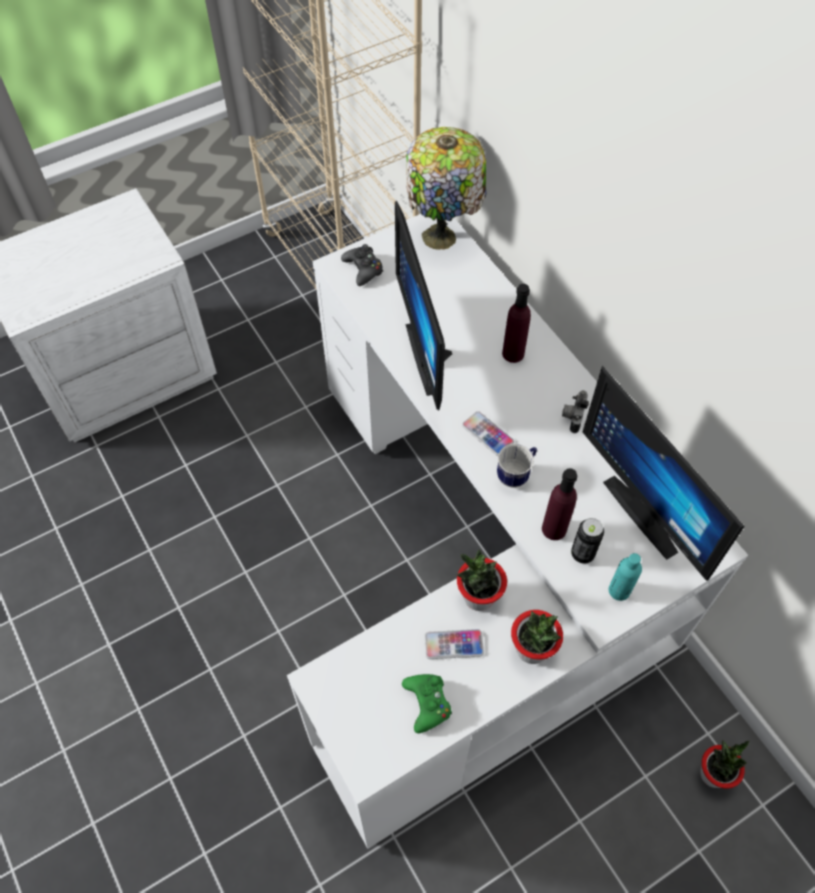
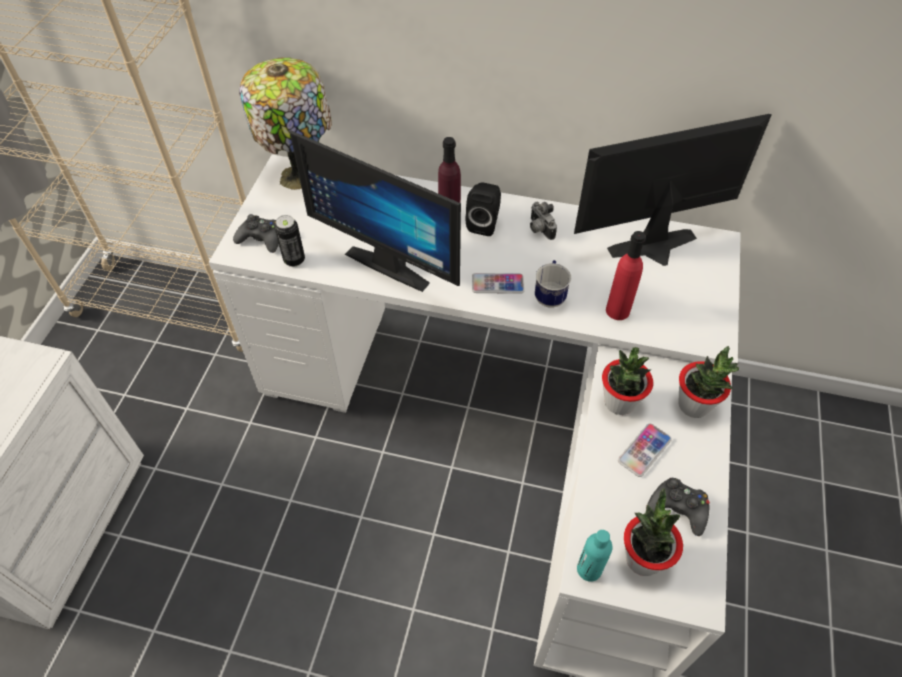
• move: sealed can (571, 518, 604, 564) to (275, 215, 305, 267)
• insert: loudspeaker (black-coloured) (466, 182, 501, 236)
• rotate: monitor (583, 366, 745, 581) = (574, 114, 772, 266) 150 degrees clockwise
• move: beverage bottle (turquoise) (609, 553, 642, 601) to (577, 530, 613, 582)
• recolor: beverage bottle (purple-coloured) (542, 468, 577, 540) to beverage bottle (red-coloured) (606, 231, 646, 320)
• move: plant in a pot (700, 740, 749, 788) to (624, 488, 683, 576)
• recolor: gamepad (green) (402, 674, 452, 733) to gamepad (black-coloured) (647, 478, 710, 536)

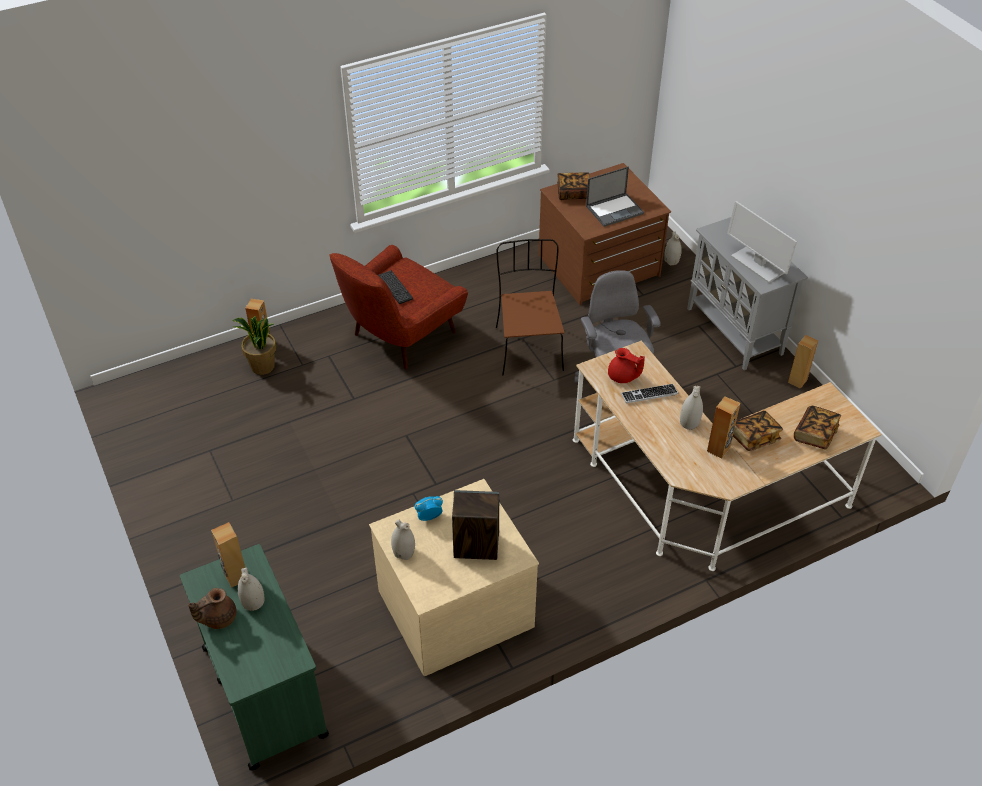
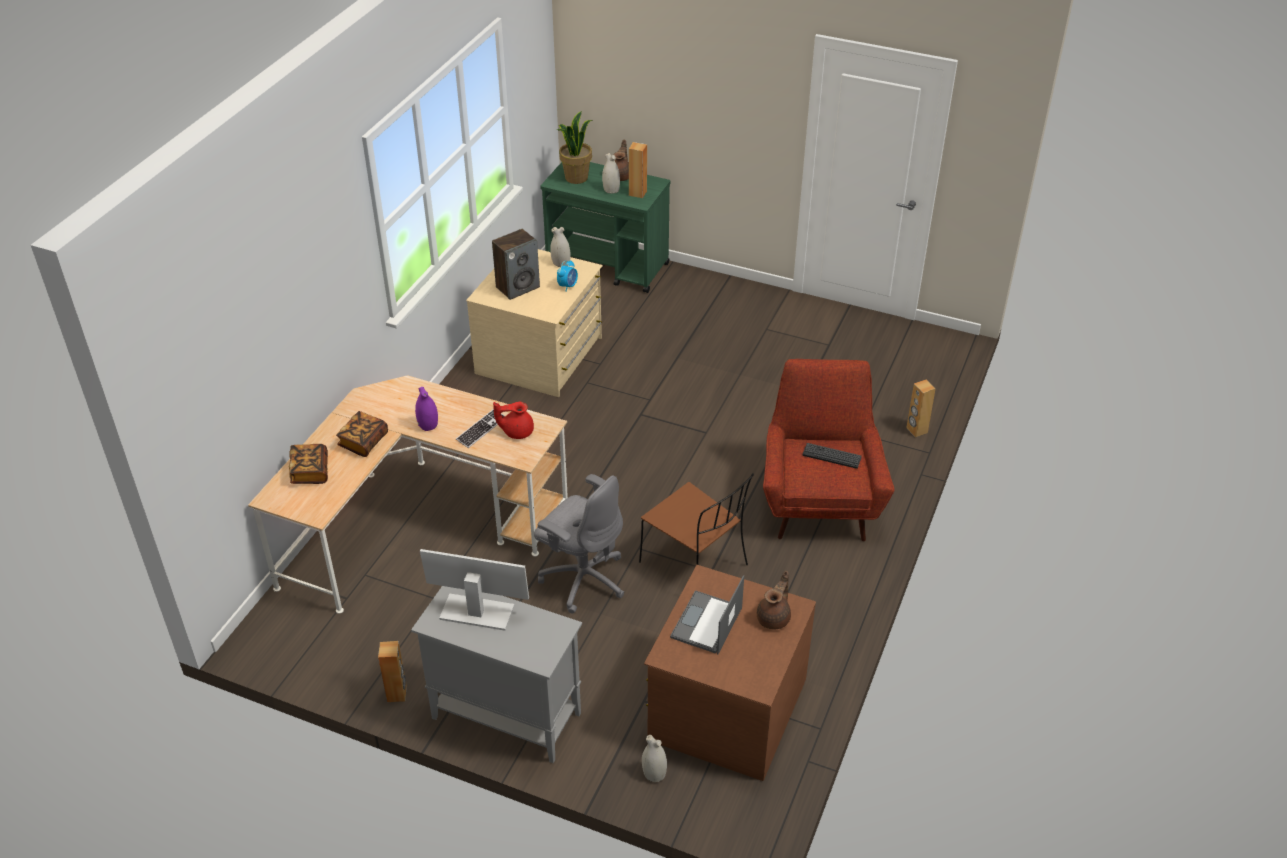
• recolor: flower vase (white-coloured) (680, 386, 703, 430) to flower vase (purple-coloured) (415, 387, 438, 431)
• move: plant in a pot (232, 316, 276, 375) to (557, 111, 593, 184)
• replace: book (557, 172, 590, 200) to pot for tea (brown-coloured) (757, 571, 791, 629)
• delete: loudspeaker (brown-coloured) (707, 396, 740, 459)

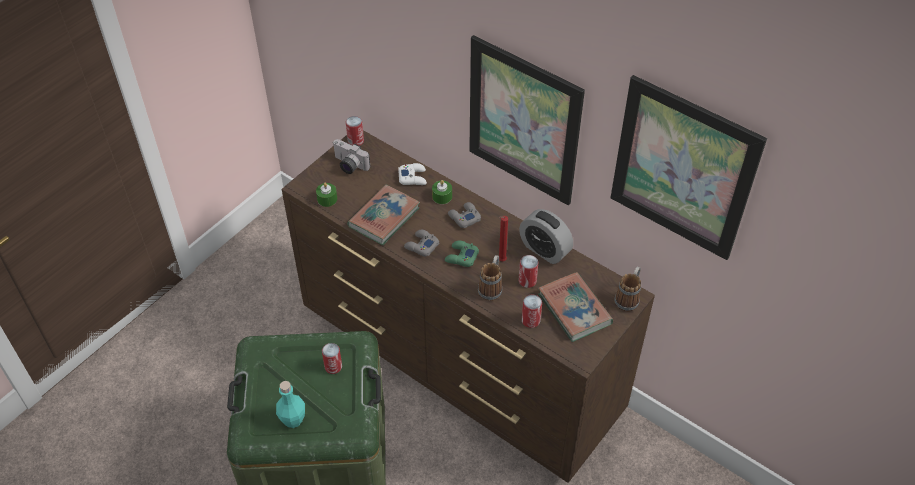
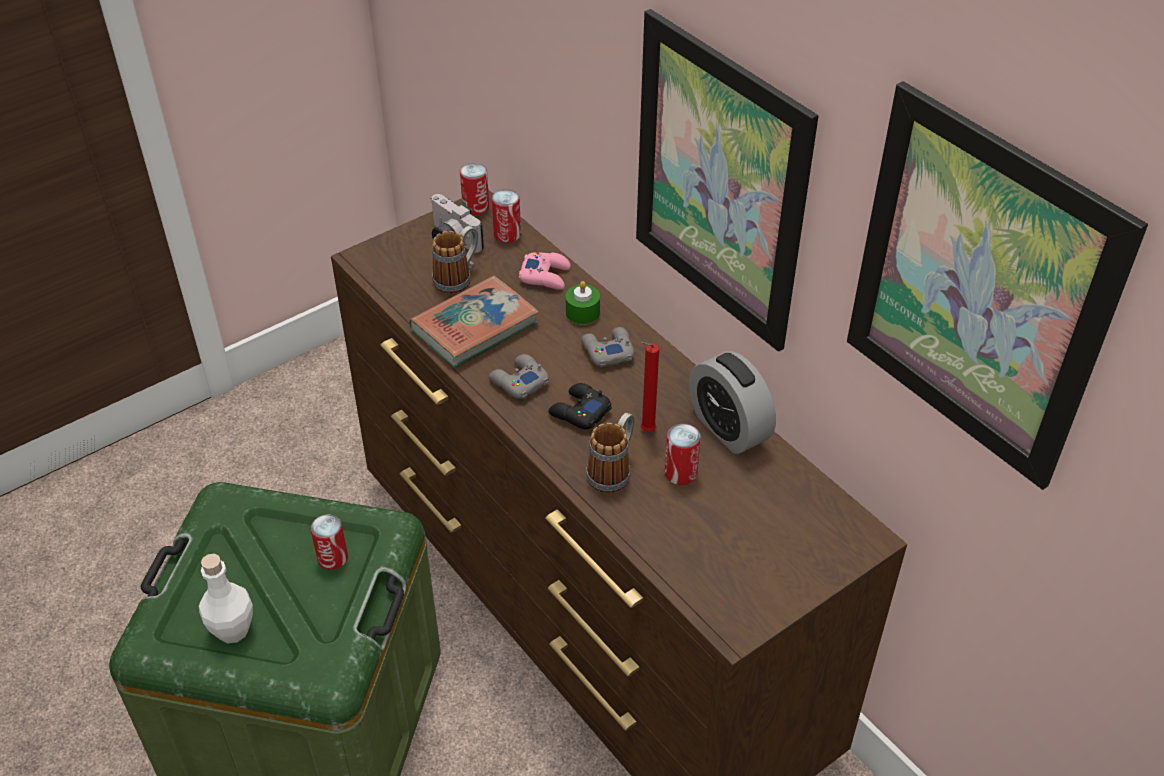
• recolor: beverage bottle (turquoise) (276, 381, 305, 428) to beverage bottle (white-coloured) (199, 554, 253, 644)
• move: mug (615, 266, 641, 312) to (432, 226, 478, 294)
• move: sealed can (522, 294, 542, 328) to (492, 189, 521, 243)
• recolor: gamepad (white-coloured) (398, 163, 427, 185) to gamepad (pink-coloured) (519, 252, 571, 290)
• recolor: gamepad (green) (445, 241, 479, 267) to gamepad (black-coloured) (548, 383, 612, 429)
• delete: candle (green) (316, 183, 337, 207)
• delete: book (538, 272, 613, 342)

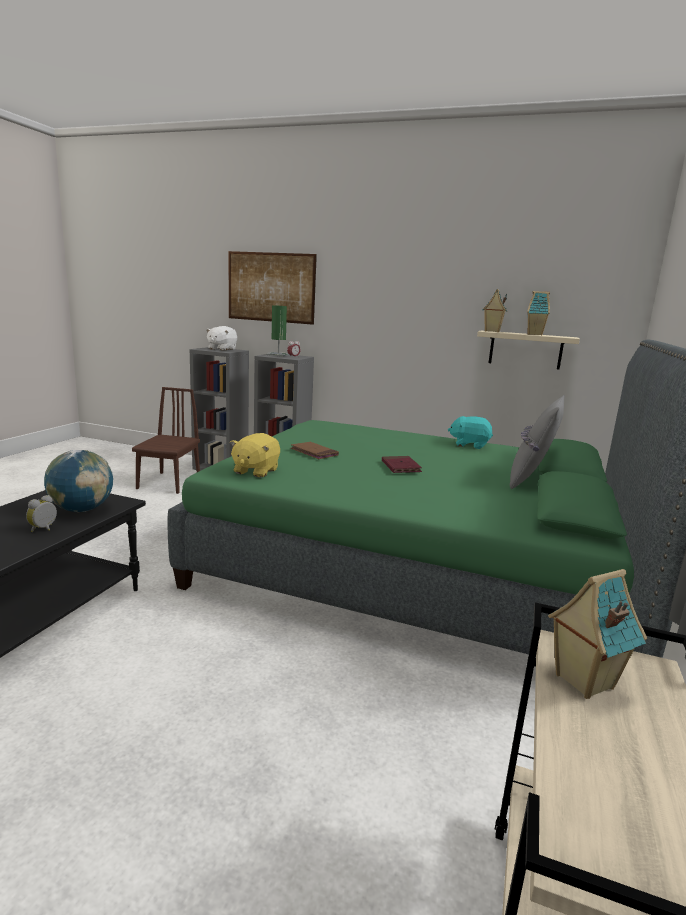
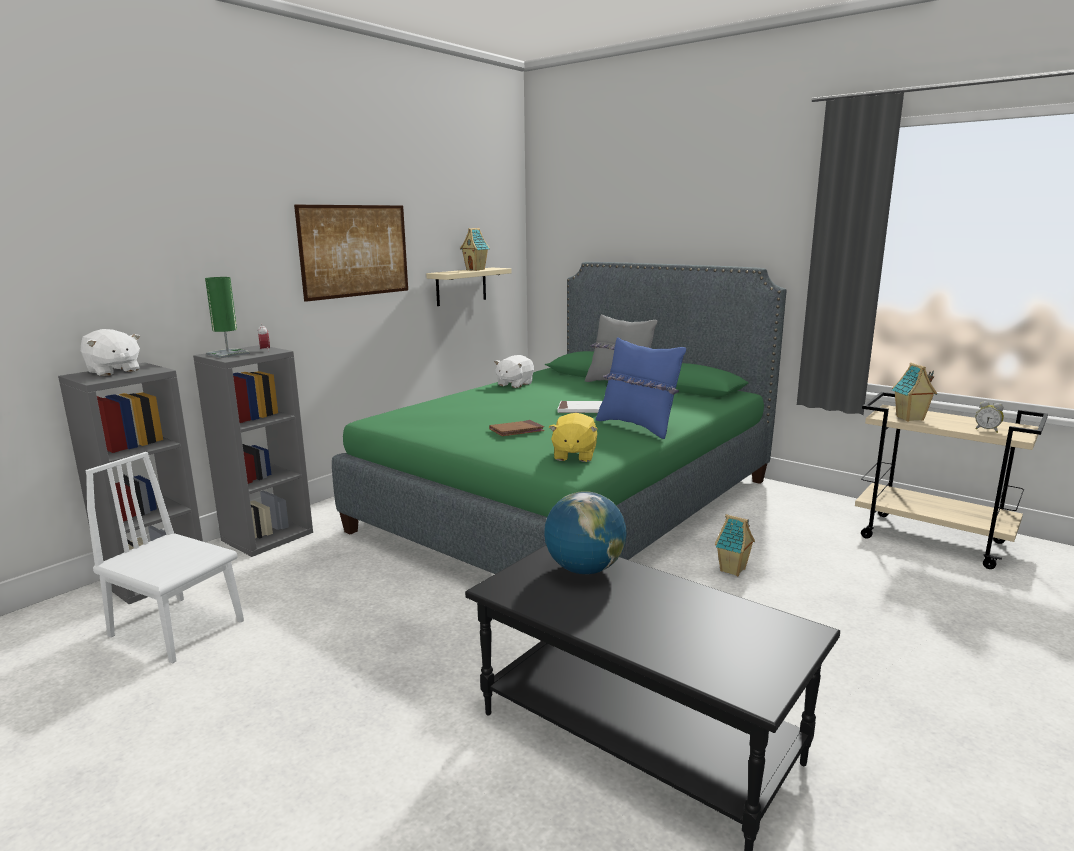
• recolor: chair (brown-coloured) (132, 387, 200, 494) to chair (white-coloured) (86, 452, 244, 664)
• move: wall picture (229, 251, 317, 325) to (294, 205, 408, 302)
• recolor: plush toy (turquoise) (448, 416, 493, 449) to plush toy (white-coloured) (495, 355, 534, 388)
• rotate: plush toy (yellowish) (230, 433, 280, 478) = (549, 413, 598, 462) 60 degrees clockwise
• recolor: book (red-coloured) (382, 456, 422, 473) to book (white-coloured) (557, 401, 602, 413)
• insert: pillow (blue) (596, 337, 686, 439)
• move: toy house (483, 289, 508, 332) to (715, 514, 755, 576)
• move: alarm clock (26, 495, 57, 532) to (975, 401, 1004, 433)

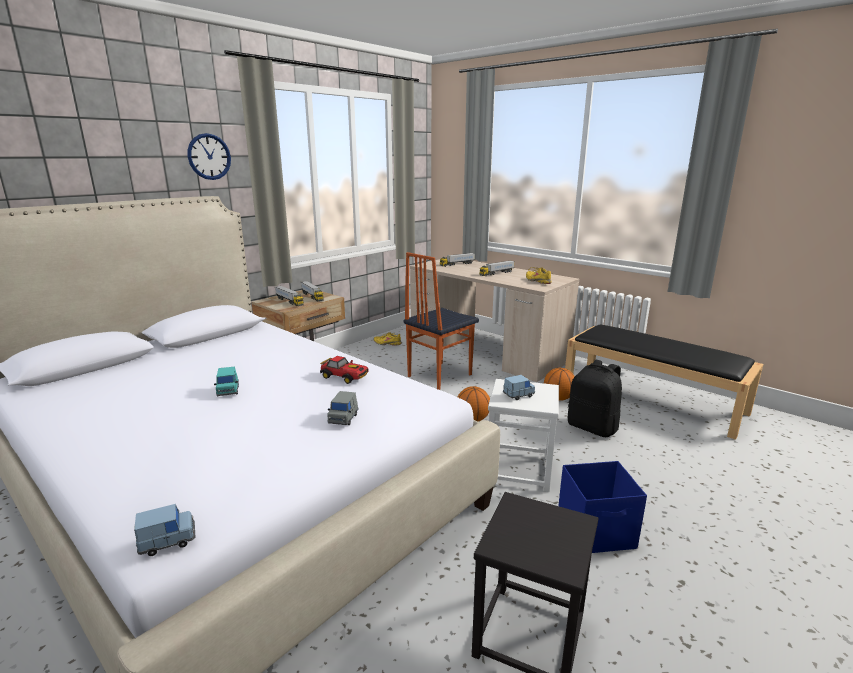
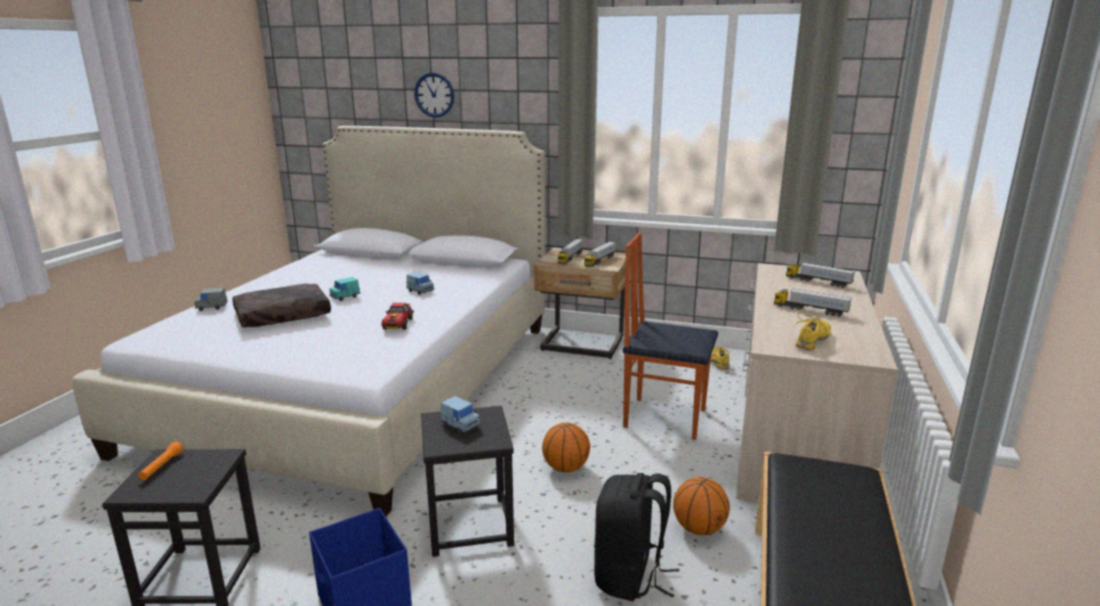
• insert: torch (orange-coloured) (138, 441, 183, 480)
• move: toy car (grey) (327, 391, 359, 425) to (194, 288, 228, 311)
• insert: pillow (brown-coloured) (232, 284, 331, 328)
• move: toy car (blue) (134, 504, 196, 556) to (406, 272, 434, 295)
• move: clock on the wall (187, 133, 231, 180) to (414, 73, 454, 117)
• recolor: stool (white-coloured) (488, 379, 559, 492) to stool (black-coloured) (421, 406, 514, 557)

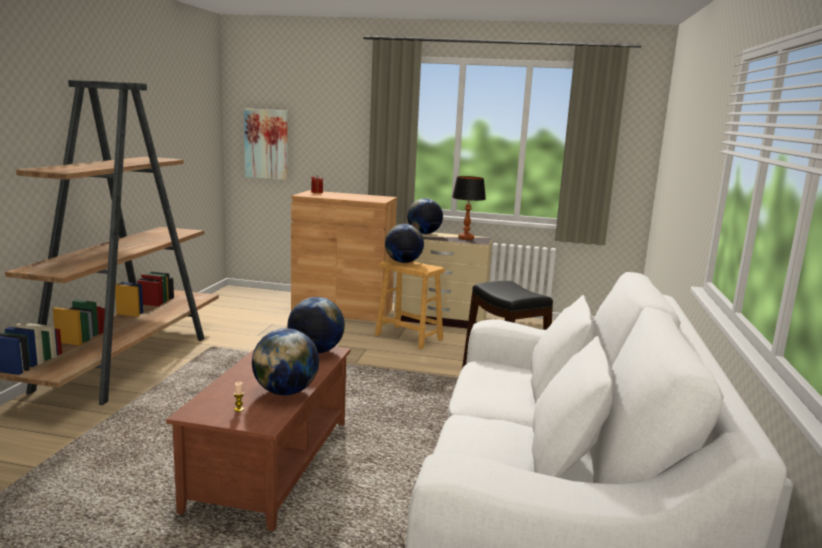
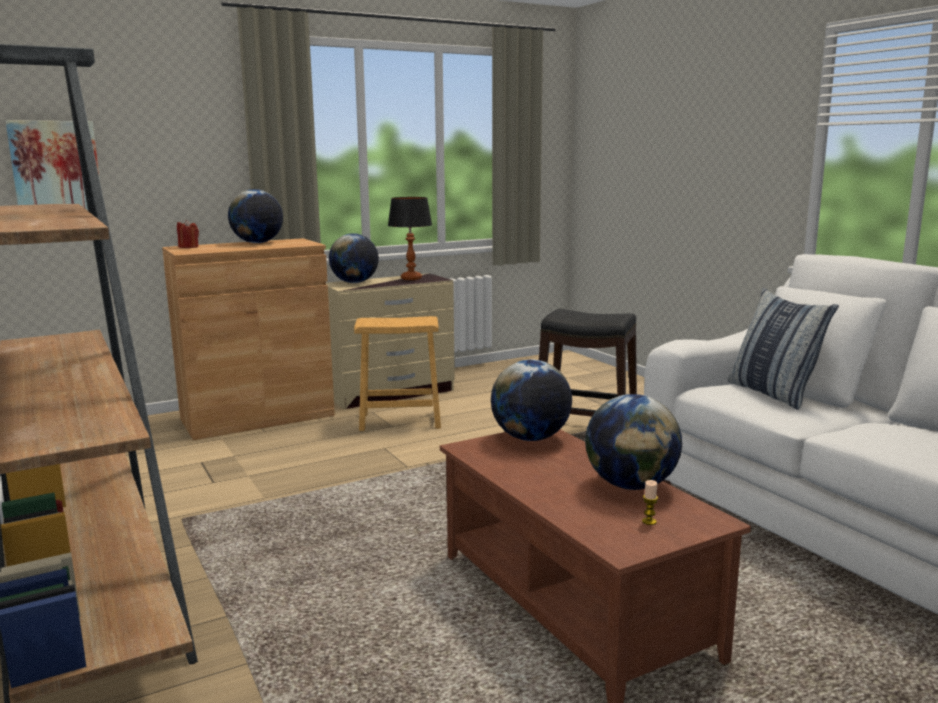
• move: globe (385, 224, 424, 263) to (228, 189, 283, 243)
• insert: pillow (728, 288, 839, 410)

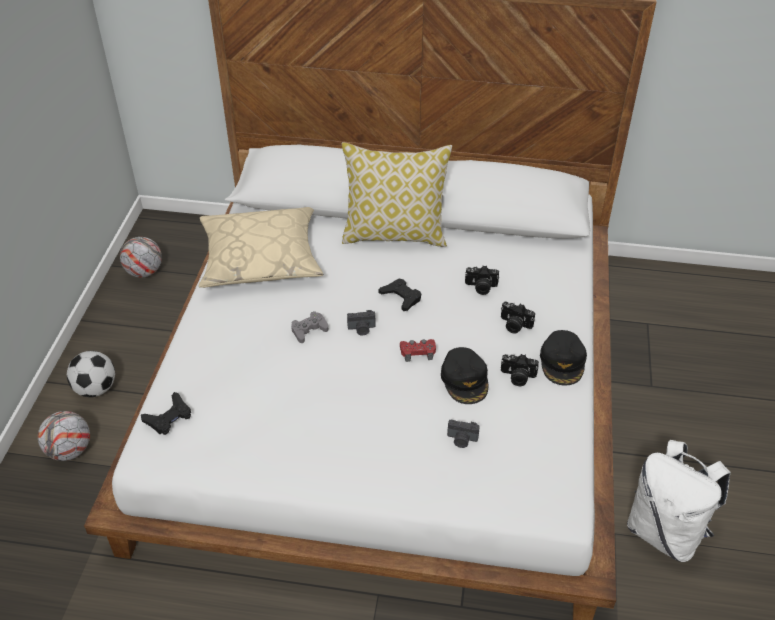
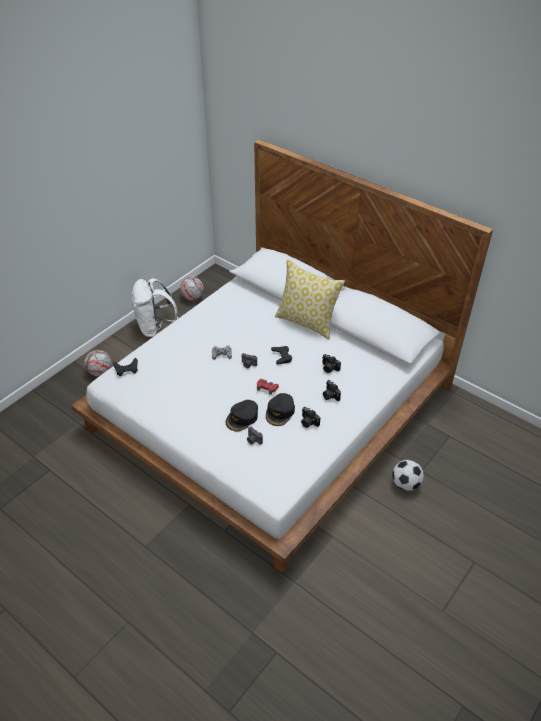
• move: rucksack (white-coloured) (627, 440, 731, 562) to (132, 278, 179, 338)
• move: peaked cap (black-coloured) (540, 330, 587, 386) to (226, 400, 258, 432)
• move: football (67, 351, 115, 397) to (392, 460, 424, 491)
• delete: pillow (beige) (199, 207, 324, 288)

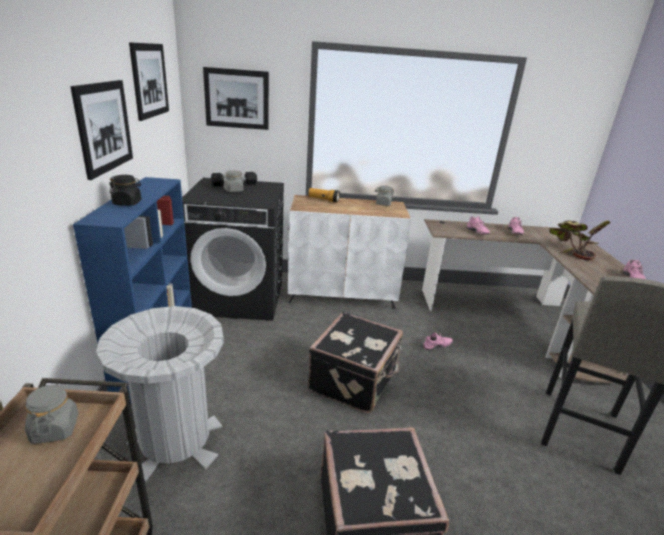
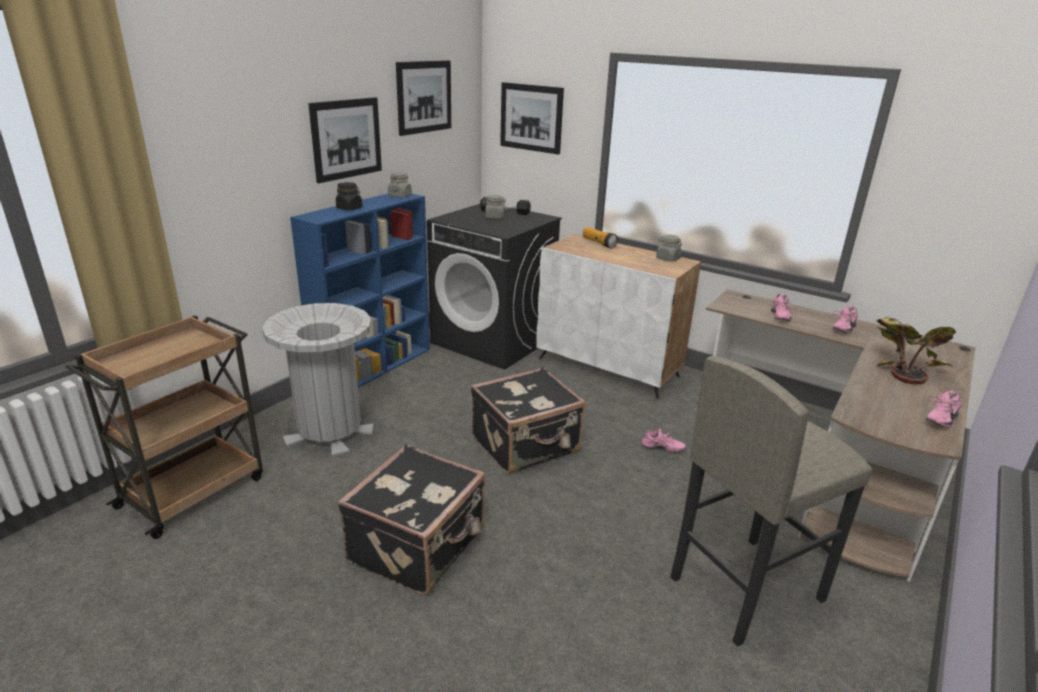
• move: jar (grey) (25, 383, 79, 444) to (388, 172, 412, 198)

